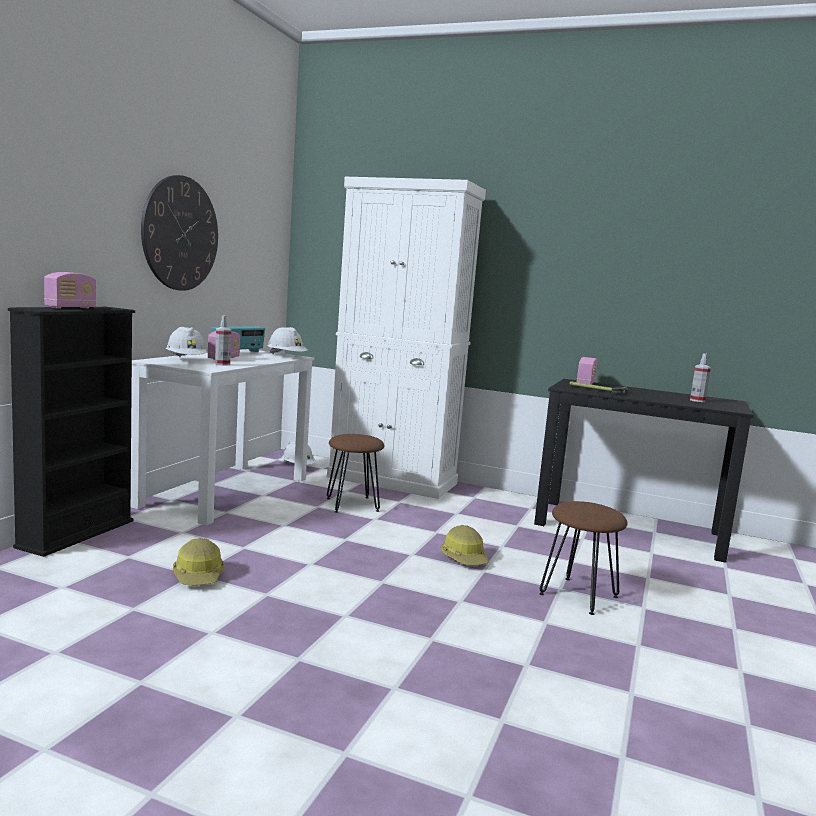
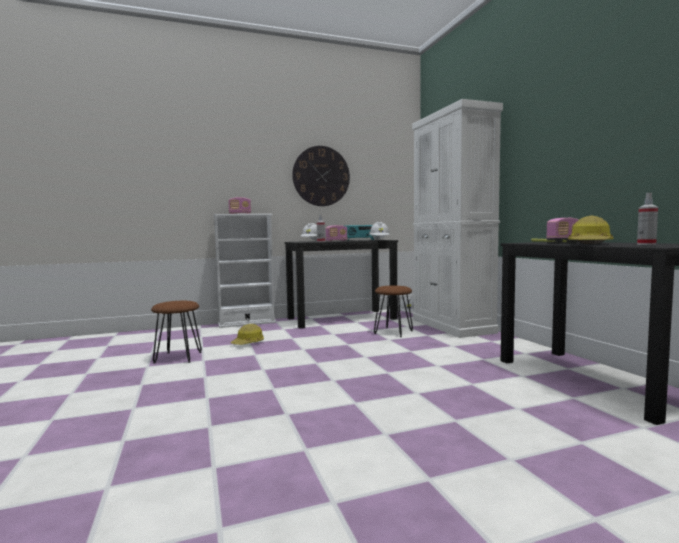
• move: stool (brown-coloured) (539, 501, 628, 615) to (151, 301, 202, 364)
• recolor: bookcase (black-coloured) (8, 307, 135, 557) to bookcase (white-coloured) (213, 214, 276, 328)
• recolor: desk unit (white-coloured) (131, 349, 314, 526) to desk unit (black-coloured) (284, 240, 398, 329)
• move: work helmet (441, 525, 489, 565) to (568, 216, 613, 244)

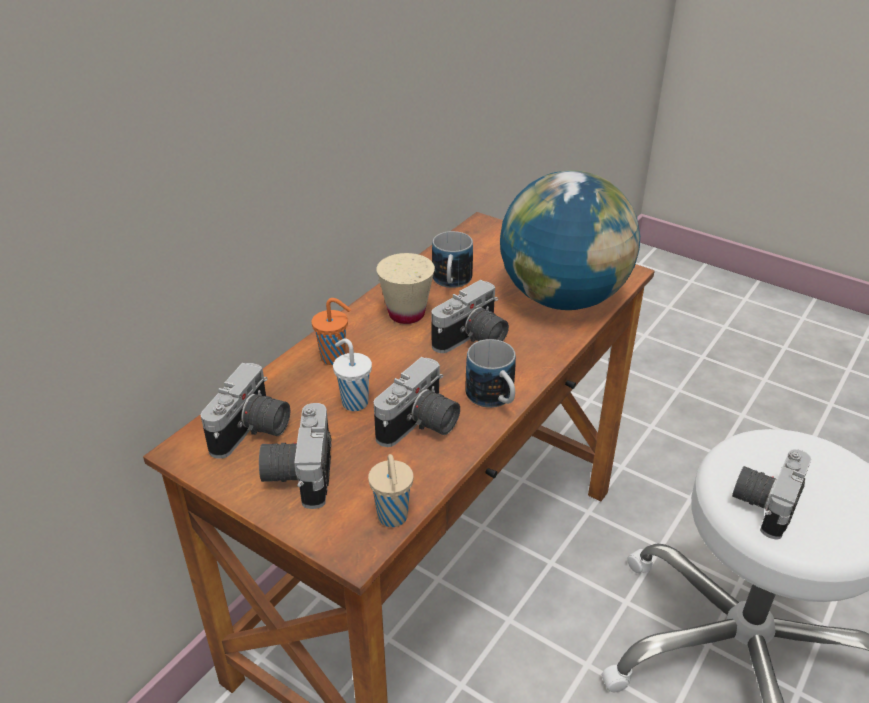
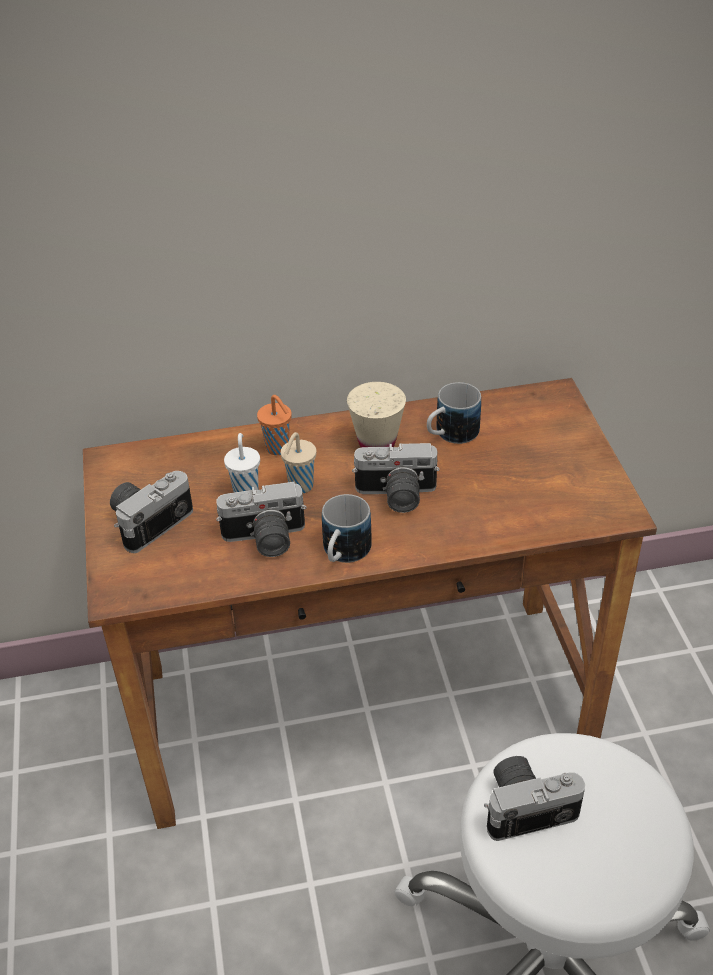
• move: drinking cup (beige) (368, 454, 414, 527) to (281, 432, 316, 494)
• delete: photo camera (200, 363, 290, 459)
• delete: globe (500, 170, 640, 310)

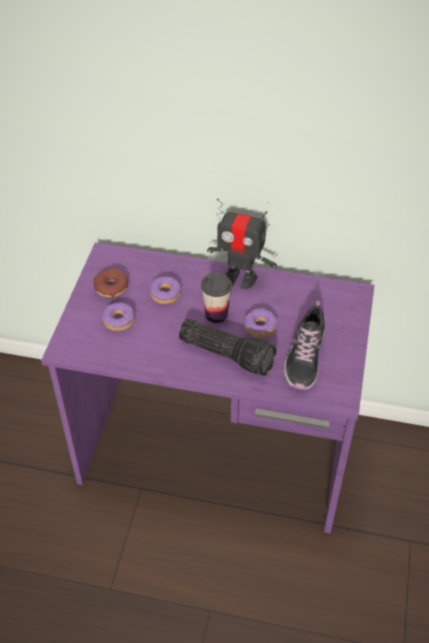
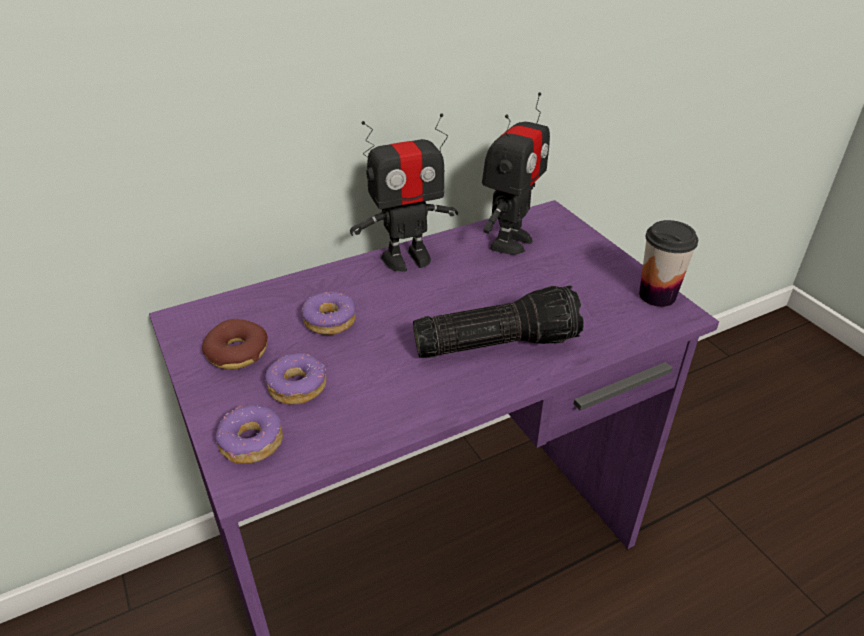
• move: doughnut (245, 308, 277, 338) to (215, 405, 283, 464)
• insert: model robot (482, 92, 550, 255)
• move: drinking cup (201, 272, 232, 323) to (639, 220, 698, 307)
• delete: low shoe (284, 301, 325, 390)

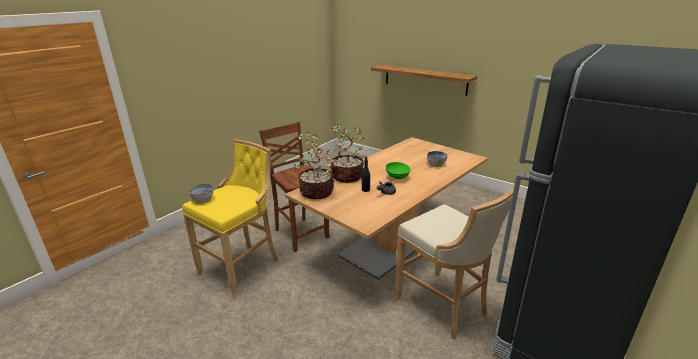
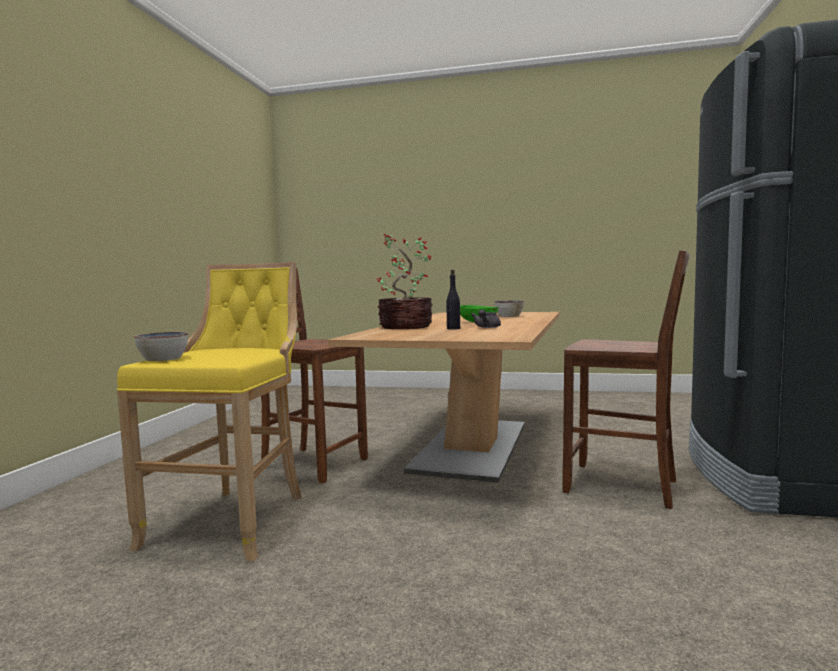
• replace: stool (beige) (394, 187, 514, 339) to chair (brown-coloured) (563, 250, 690, 509)
• delete: plant in a pot (293, 131, 335, 199)
• delete: bracket shelf (371, 65, 477, 96)

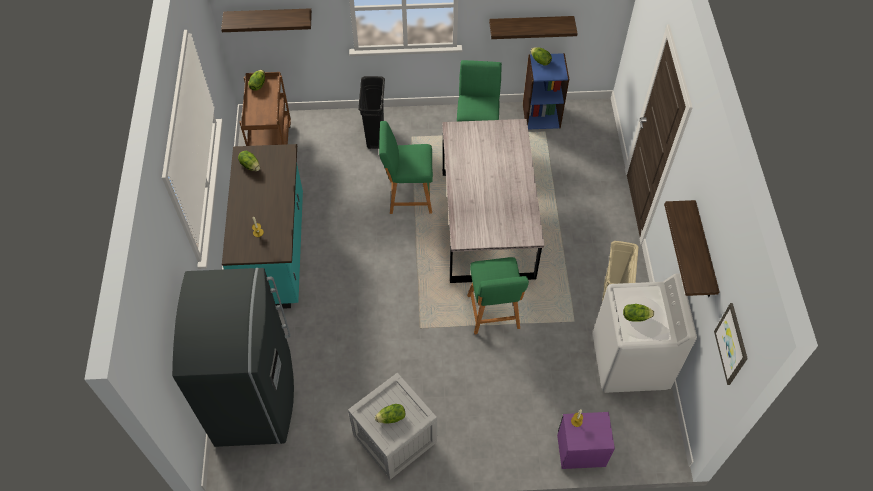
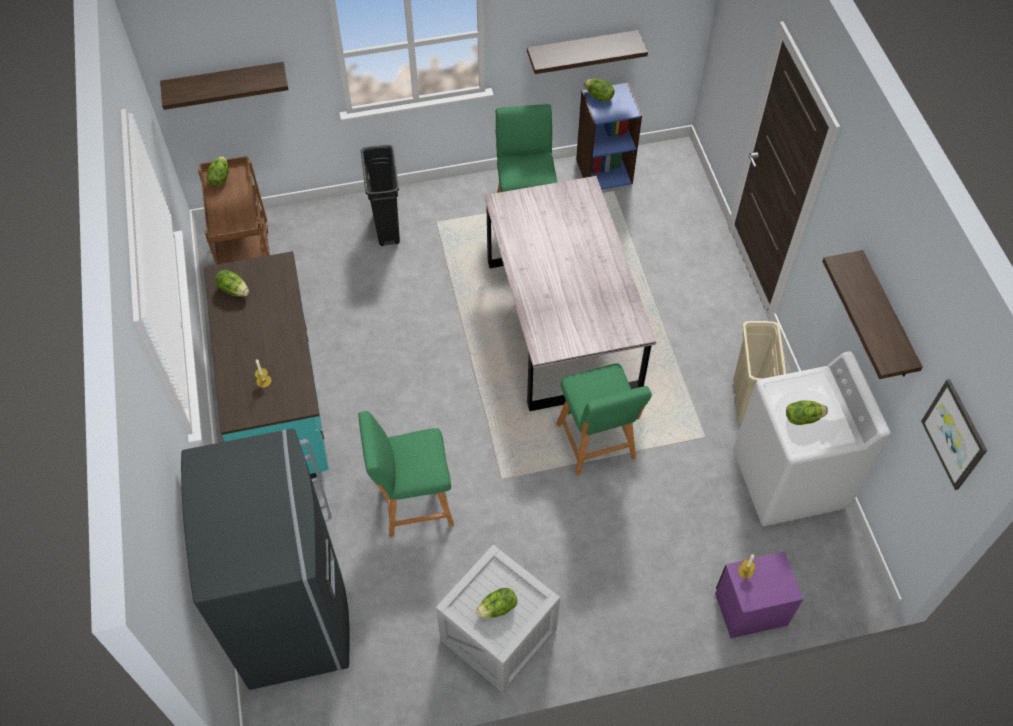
• move: stool (green) (379, 121, 433, 214) to (358, 411, 454, 537)

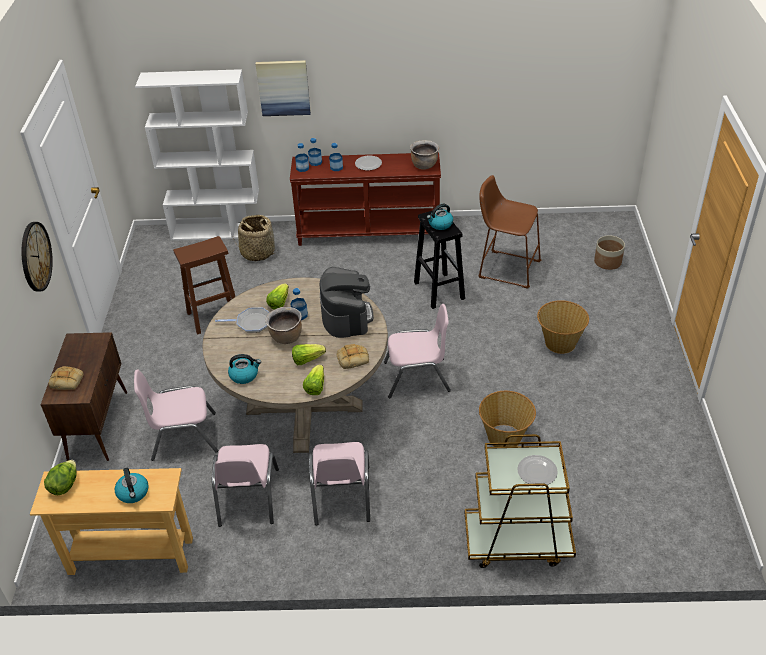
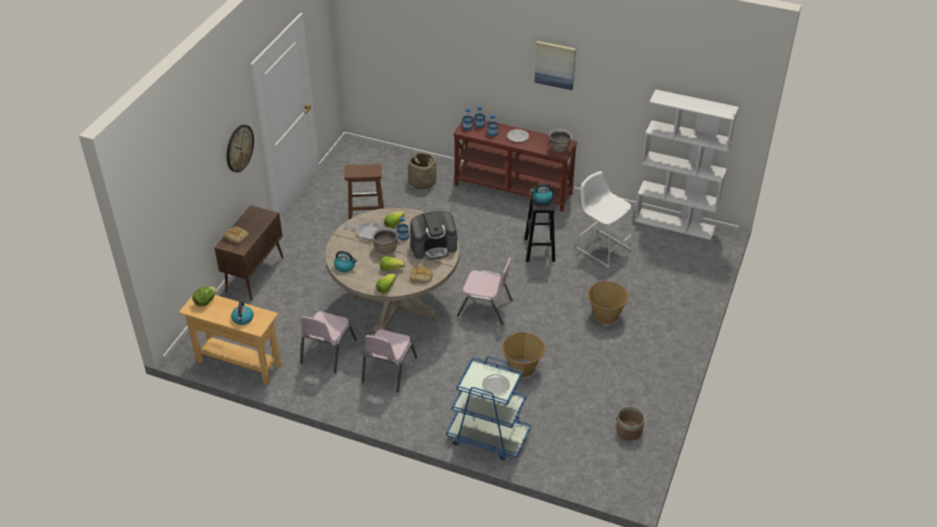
• rotate: coffee brewer (320, 267, 374, 338) = (410, 211, 457, 260) 60 degrees clockwise
• recolor: cart (brown-coloured) (465, 434, 576, 568) to cart (blue) (446, 356, 531, 460)
• move: wall picture (256, 60, 311, 116) to (535, 41, 576, 90)
• recolor: stool (brown-coloured) (478, 175, 541, 289) to stool (white-coloured) (576, 171, 633, 268)
• move: planter (594, 235, 625, 270) to (616, 406, 645, 441)
• move: bookcase (white-coloured) (135, 69, 259, 241) to (634, 89, 738, 240)
• delete: chair (pink-coloured) (134, 369, 218, 461)

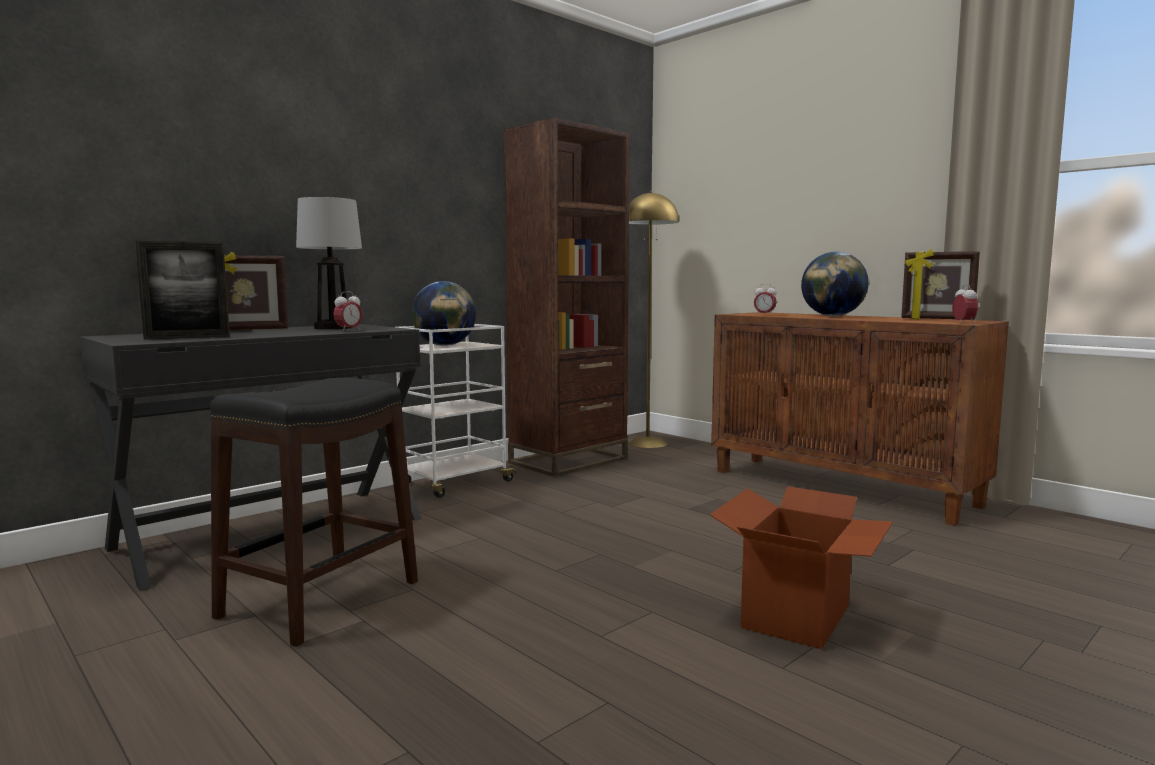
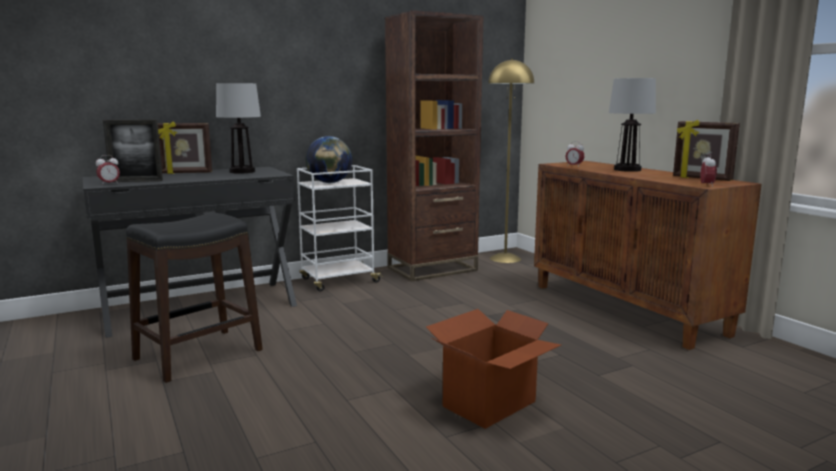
• move: alarm clock (333, 292, 363, 331) to (96, 155, 120, 185)
• replace: globe (801, 252, 869, 316) to table lamp (609, 78, 656, 172)

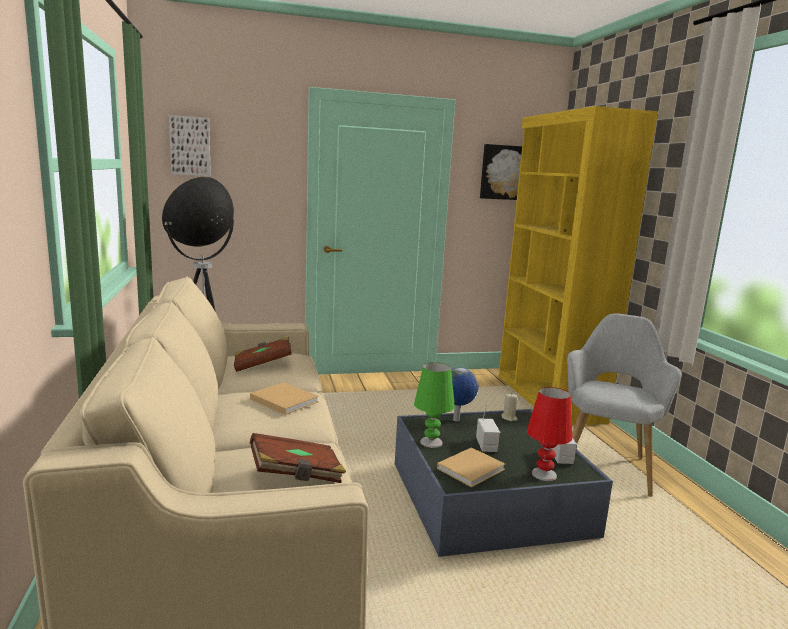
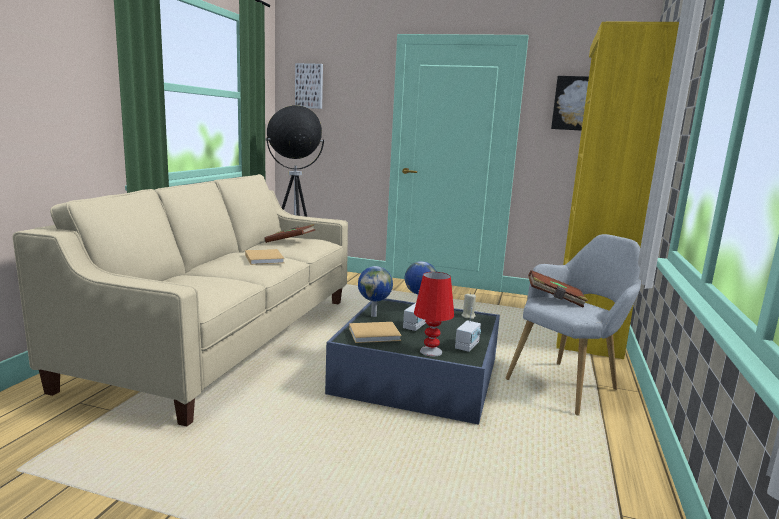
• replace: table lamp (green) (414, 362, 455, 448) to globe (358, 266, 393, 317)
• move: book (brown-coloured) (250, 433, 346, 483) to (528, 270, 588, 308)

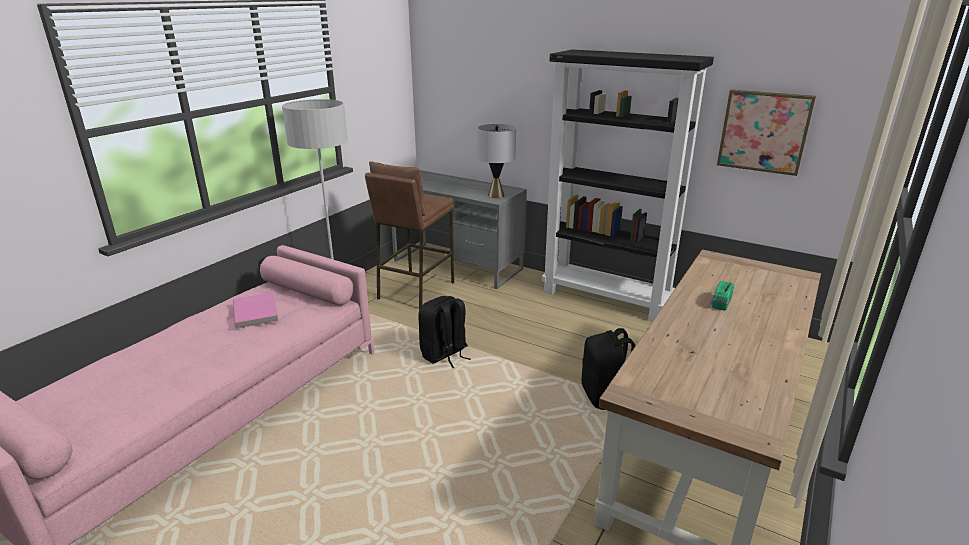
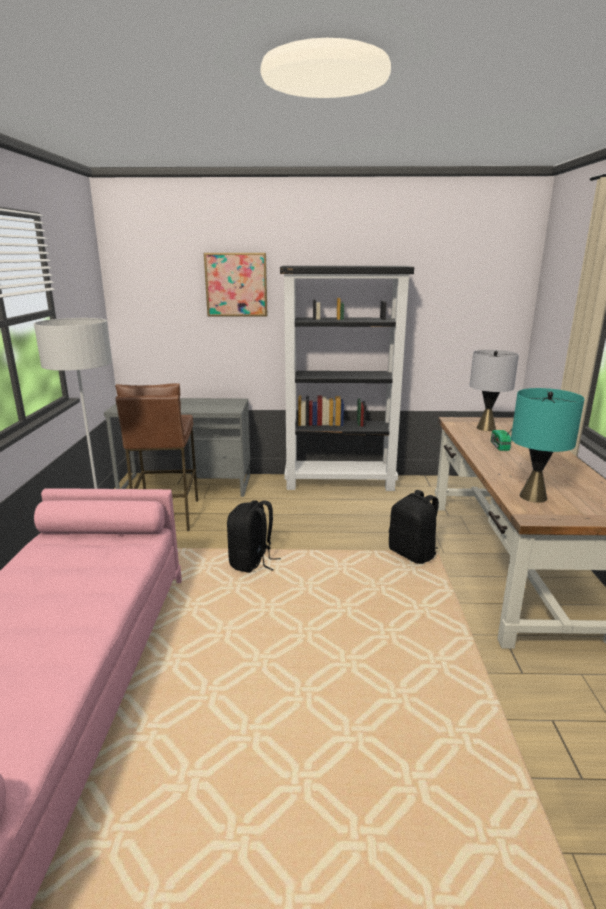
• move: wall picture (717, 89, 816, 176) to (204, 253, 267, 317)
• move: table lamp (grey) (477, 124, 516, 198) to (469, 350, 519, 431)
• insert: table lamp (turquoise) (511, 388, 585, 503)
• delete: book (pink-coloured) (233, 292, 279, 329)

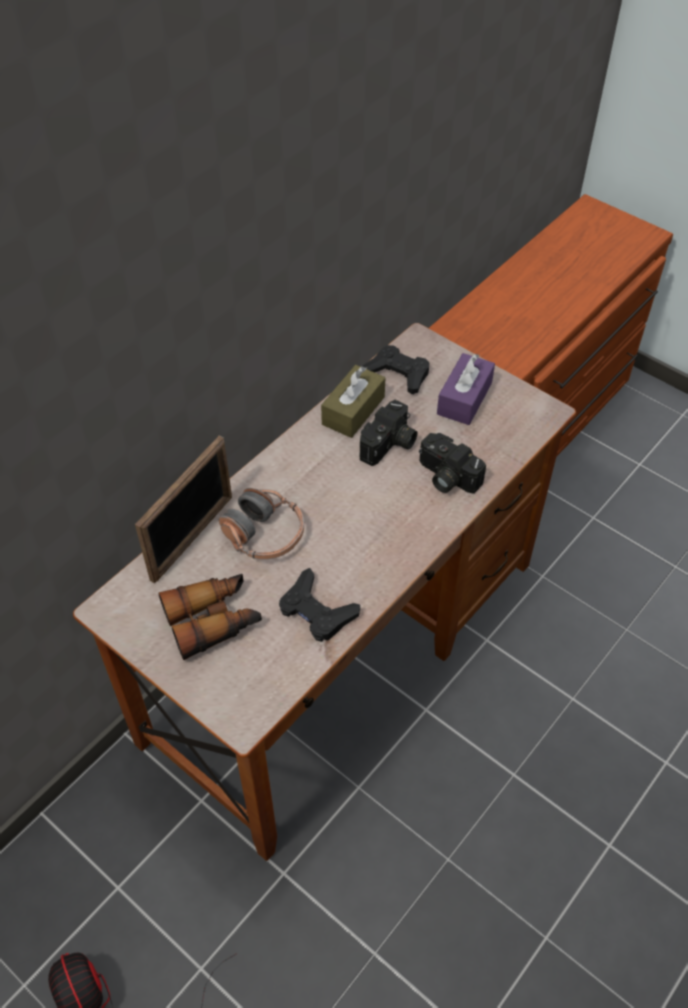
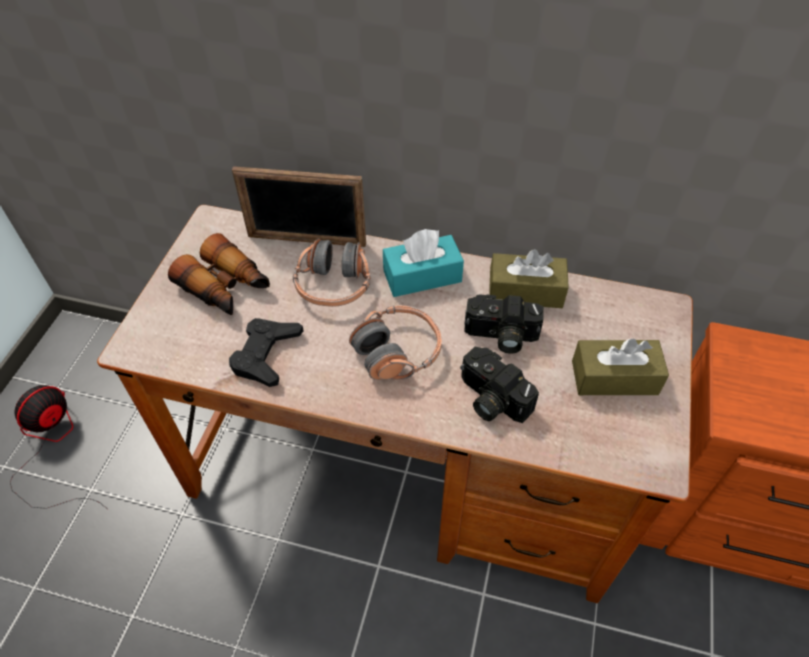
• insert: headset (349, 305, 442, 380)
• insert: tissue box (turquoise) (383, 229, 464, 297)
• rotate: photo camera (419, 433, 486, 494) = (460, 347, 539, 423) 60 degrees counterclockwise
• recolor: tissue box (purple-coloured) (437, 353, 495, 425) to tissue box (brown-coloured) (572, 338, 669, 395)
• delete: gamepad (black-coloured) (363, 345, 429, 394)

